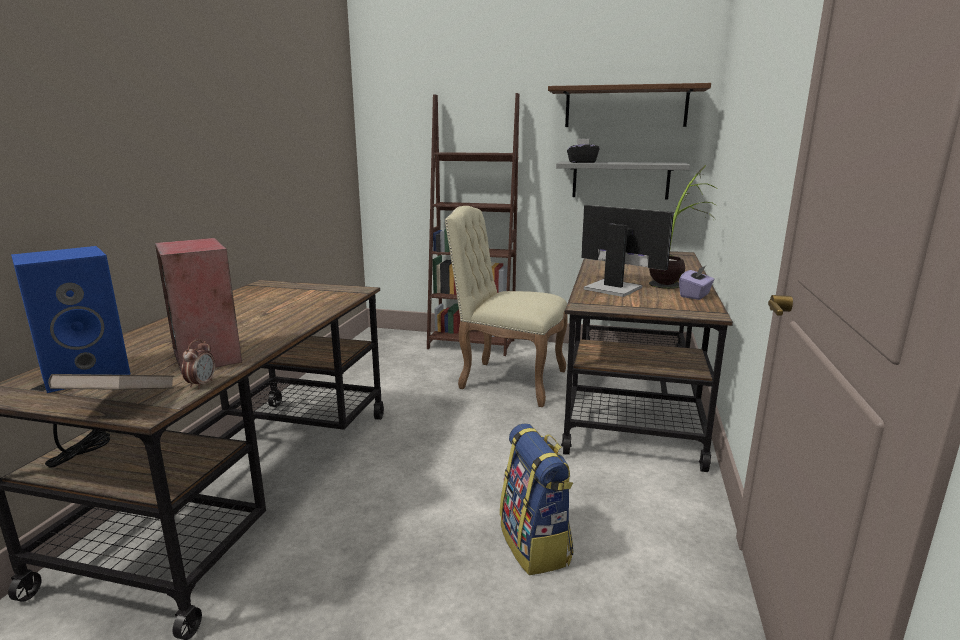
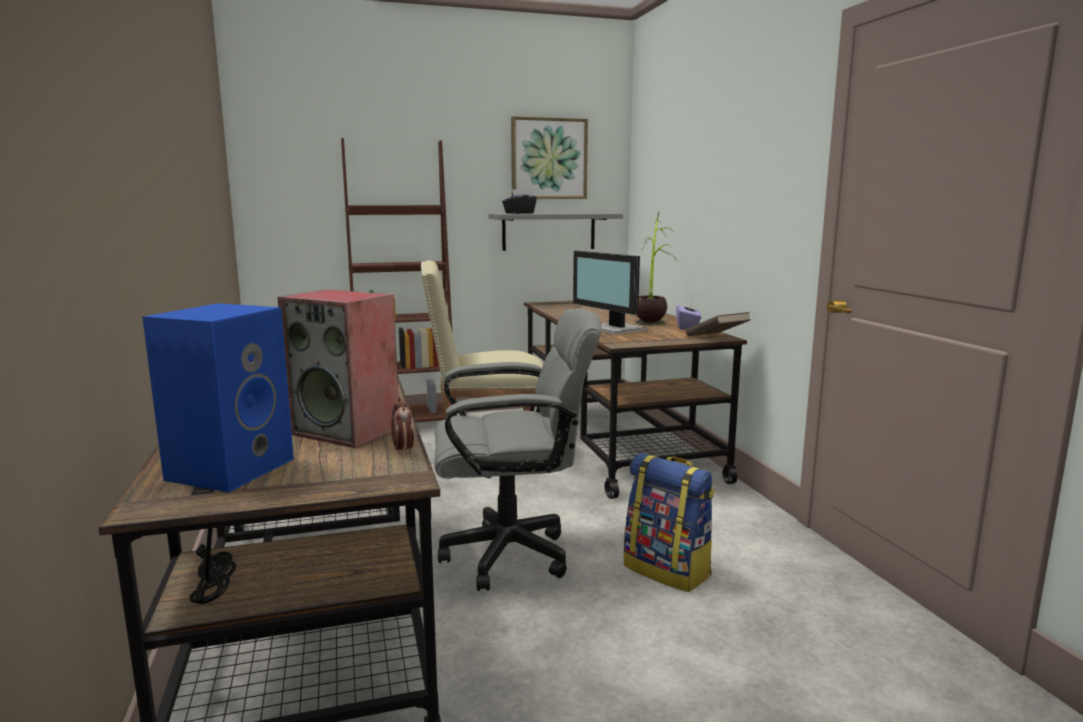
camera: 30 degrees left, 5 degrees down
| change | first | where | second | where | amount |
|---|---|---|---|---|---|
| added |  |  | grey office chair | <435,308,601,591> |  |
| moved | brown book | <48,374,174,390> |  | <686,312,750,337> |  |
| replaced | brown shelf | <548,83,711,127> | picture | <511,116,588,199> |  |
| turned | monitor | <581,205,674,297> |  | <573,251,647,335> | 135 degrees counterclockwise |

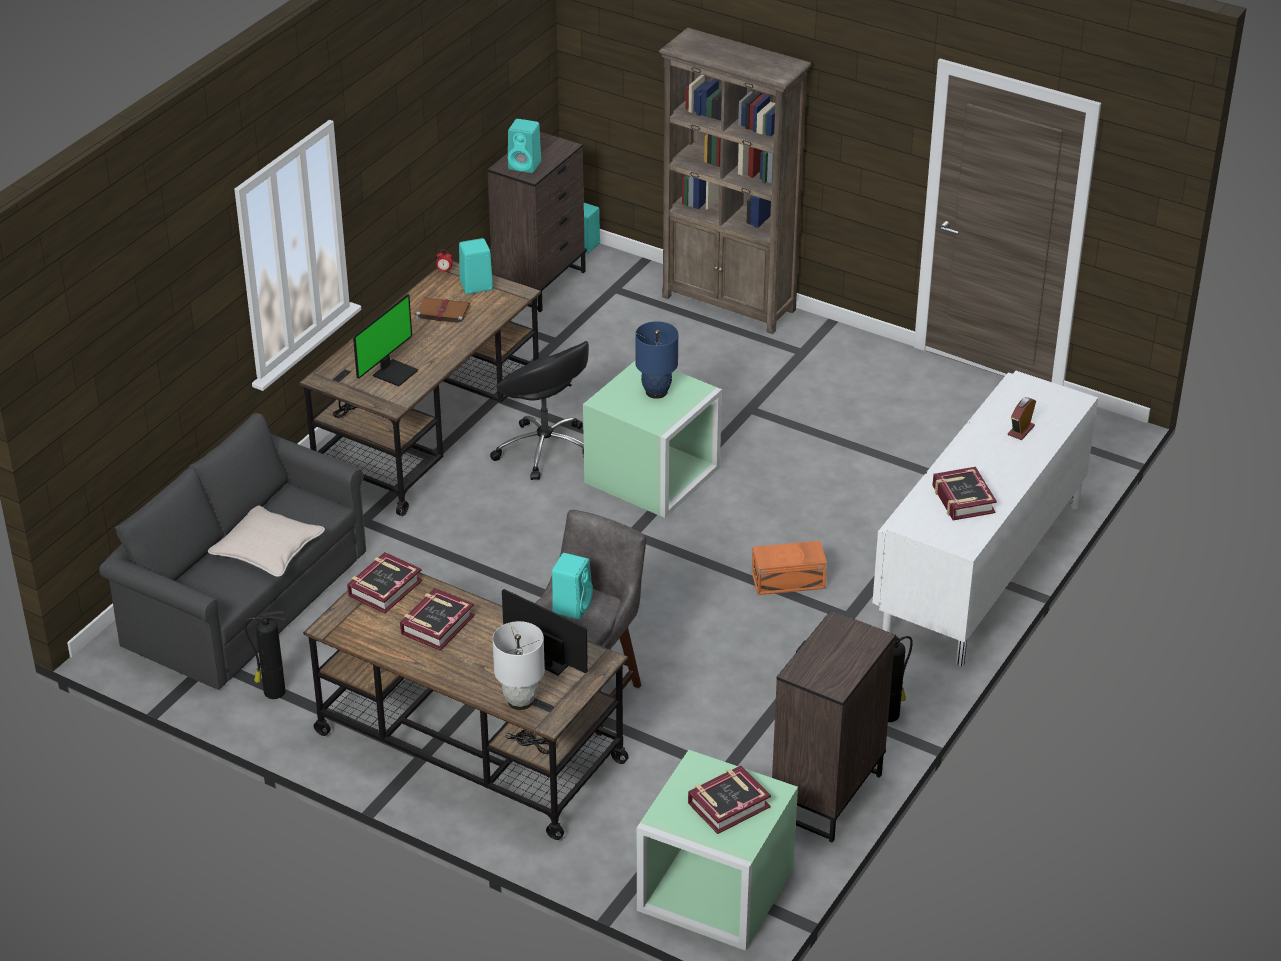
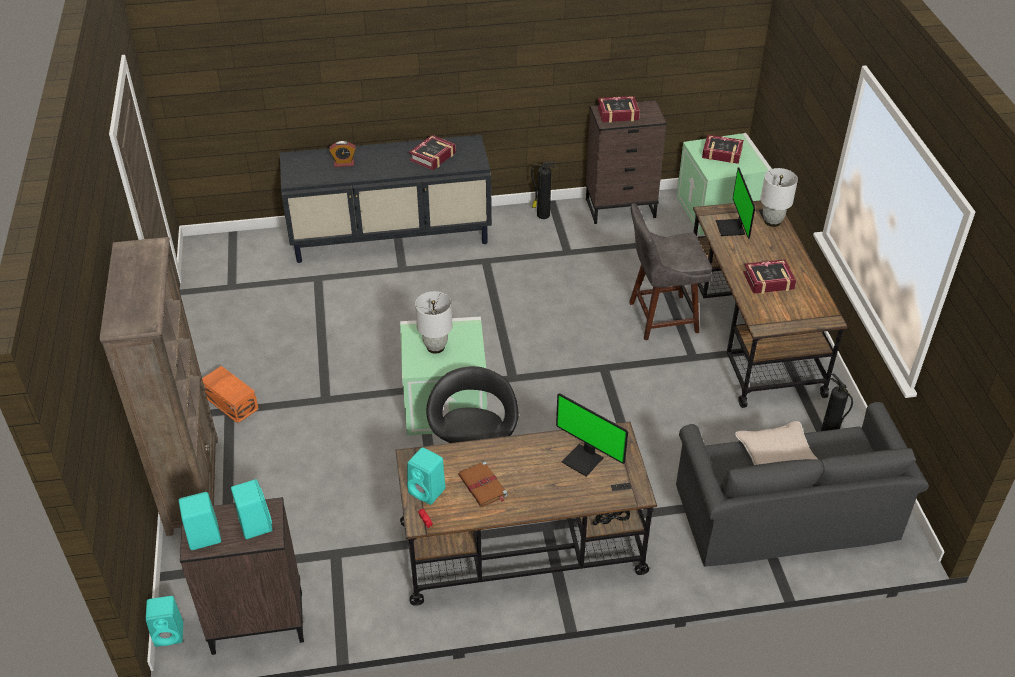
camera: 130 degrees left, 5 degrees up
| change | first | where | second | where | amount |
|---|---|---|---|---|---|
| moved | book | <347,552,422,613> |  | <597,96,640,123> |  |
| moved | turquoise speaker | <552,553,593,619> |  | <179,492,221,550> |  |
| moved | orange storage box | <752,541,827,595> |  | <202,366,259,424> |  |
| recoloured | blue table lamp | <635,321,678,399> | white table lamp | <415,291,452,354> |  |
| recoloured | white cabinet | <872,371,1098,666> | black cabinet | <280,135,492,263> |  |
| turned | monitor | <353,294,418,387> |  | <556,393,628,476> | 135 degrees counterclockwise |

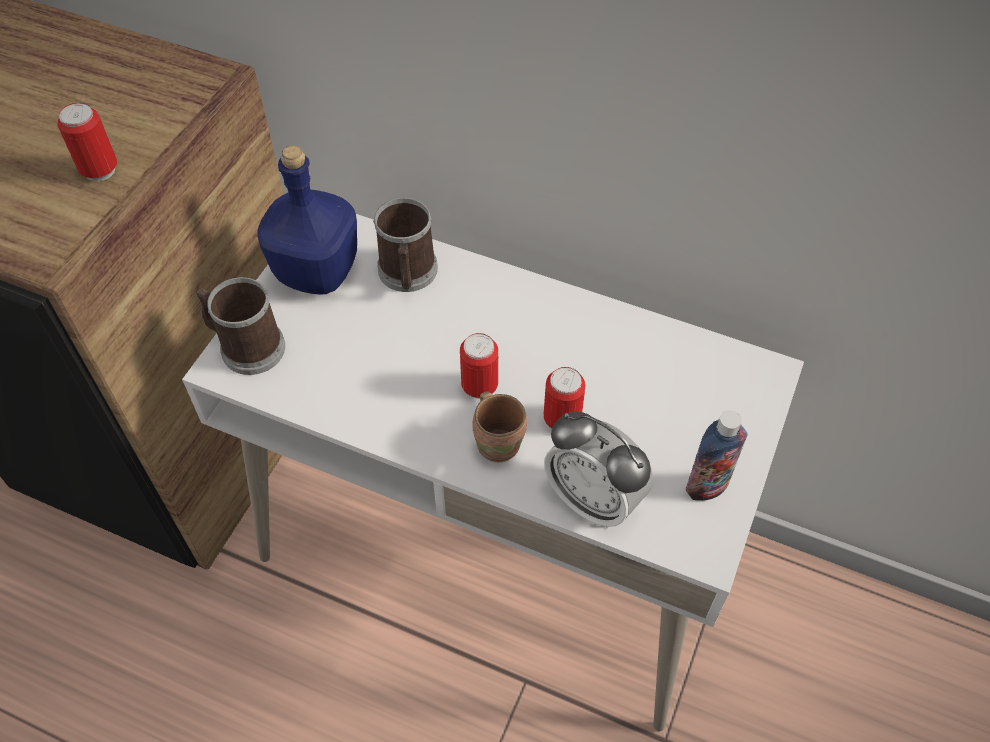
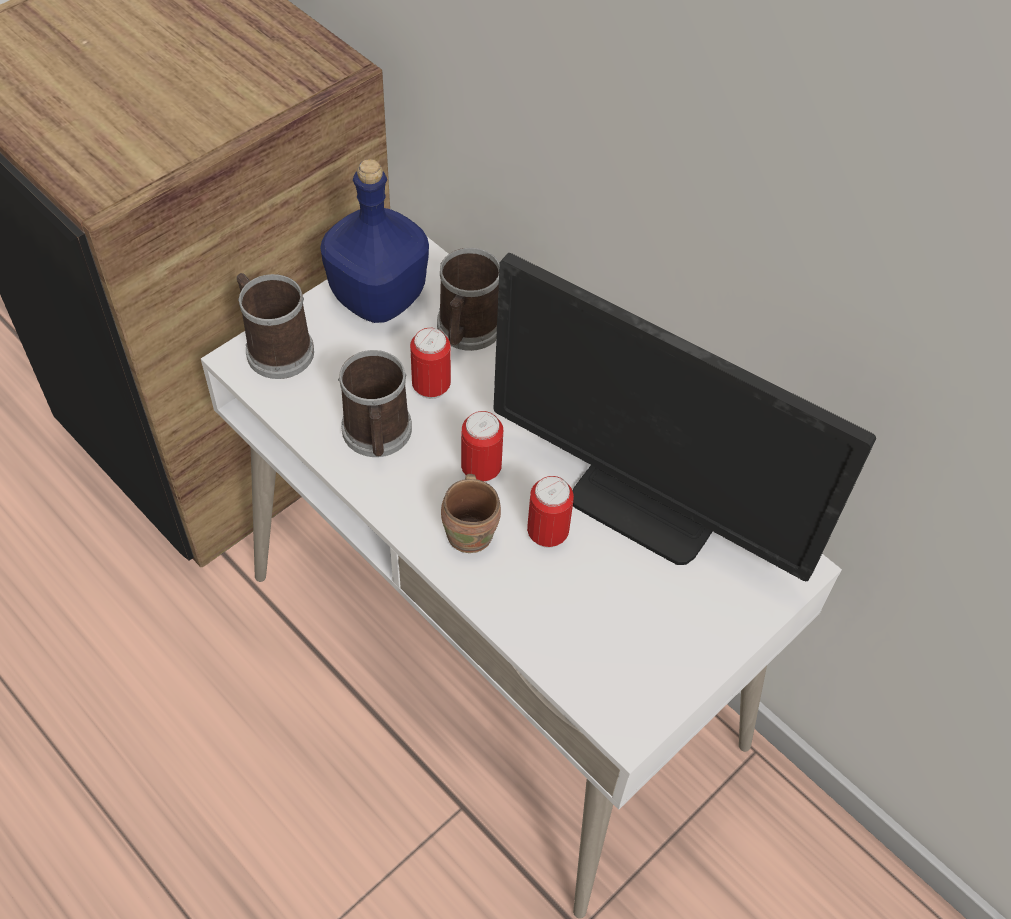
camera: 20 degrees right, 0 degrees up
| change | first | where | second | where | amount |
|---|---|---|---|---|---|
| removed | alarm clock | <544,412,653,528> |  |  |  |
| removed | bottle | <686,410,748,501> |  |  |  |
| added |  |  | mug | <338,350,412,457> |  |
| added |  |  | monitor | <493,253,876,582> |  |
| moved | can | <57,102,117,181> |  | <410,328,451,399> |  |

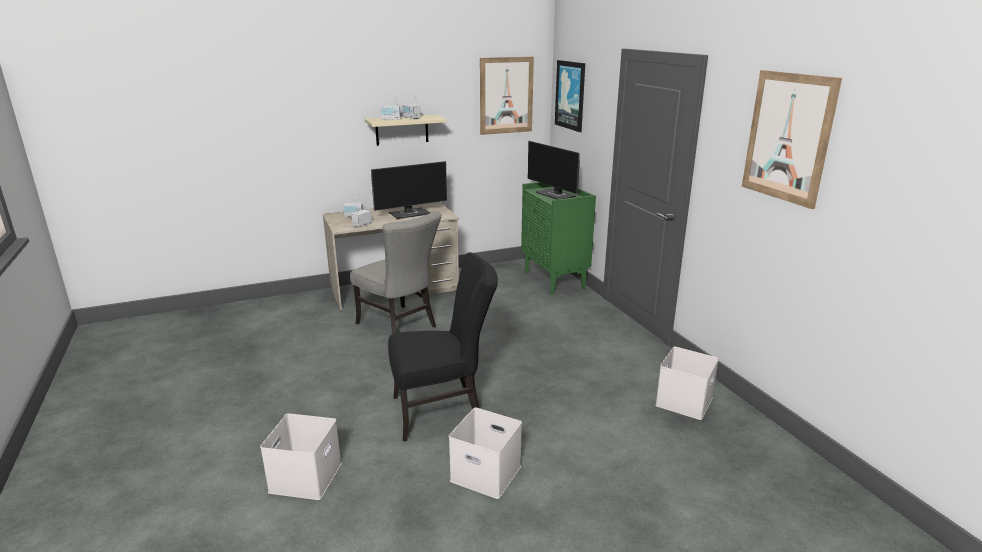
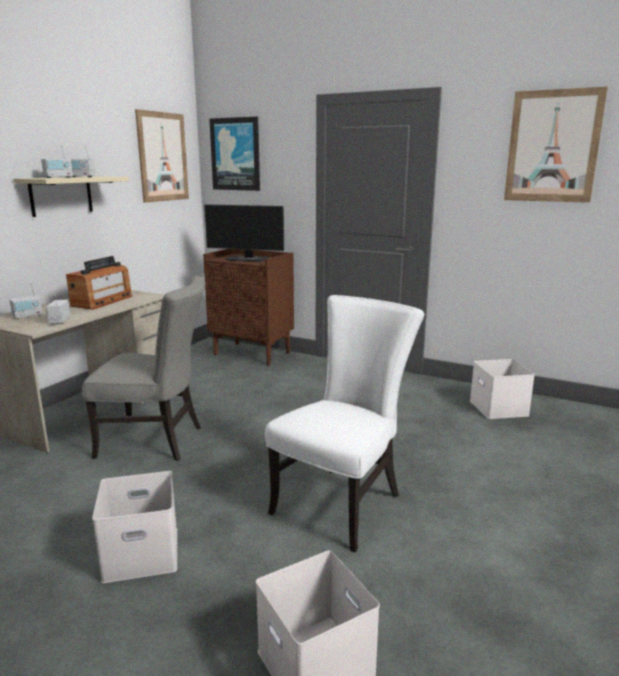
camera: 40 degrees left, 5 degrees down
| change | first | where | second | where | amount |
|---|---|---|---|---|---|
| moved | white storage box | <449,407,522,499> |  | <92,471,177,583> |  |
| replaced | monitor | <371,161,447,219> | radio | <66,256,132,310> |  |
| recoloured | black chair | <388,252,498,441> | white chair | <265,295,425,553> |  |
| recoloured | green cabinet | <521,182,596,294> | brown cabinet | <203,249,294,365> |  |

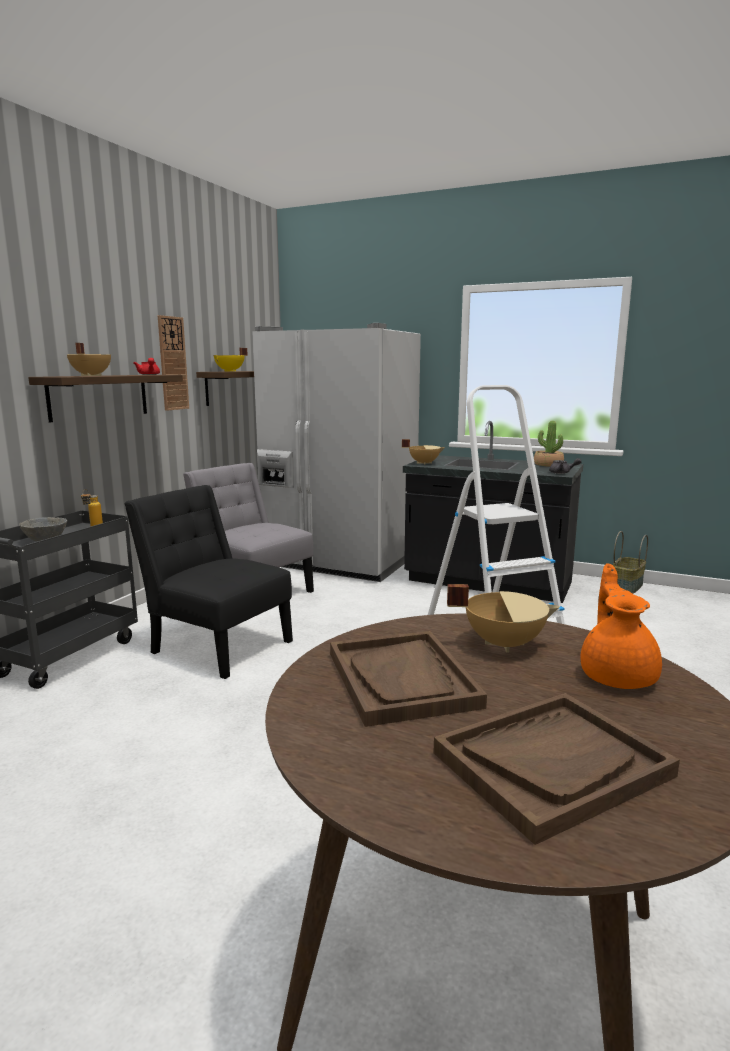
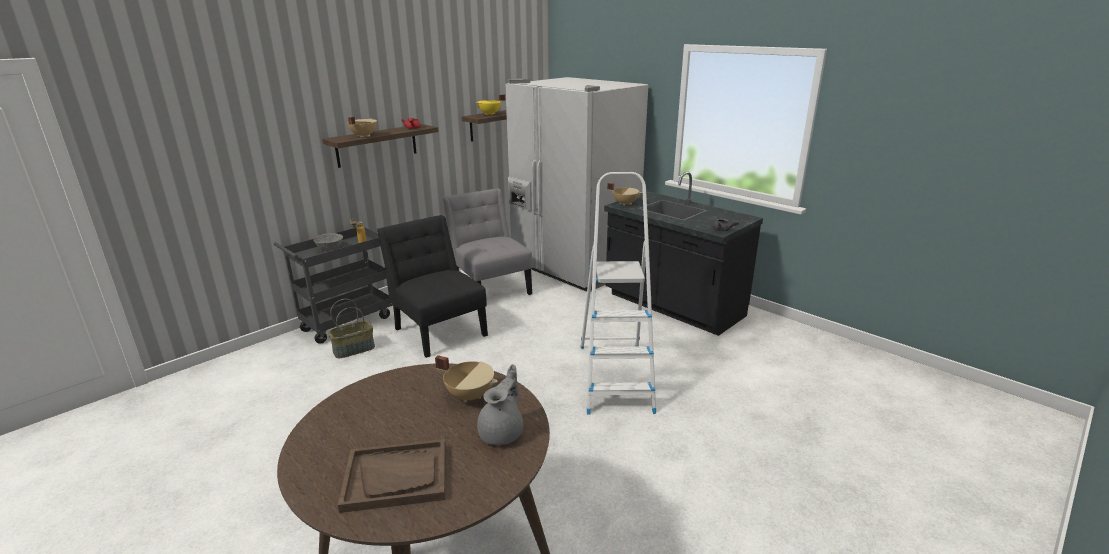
camera: 20 degrees right, 10 degrees up
| change | first | where | second | where | amount |
|---|---|---|---|---|---|
| removed | wall clock | <158,315,189,411> |  |  |  |
| removed | brown tray | <330,631,487,727> |  |  |  |
| removed | potted plant | <534,421,564,466> |  |  |  |
| moved | basket | <613,531,648,594> |  | <328,299,375,358> |  |
| recoloured | orange teapot | <580,563,662,689> | grey teapot | <477,364,524,445> |  |

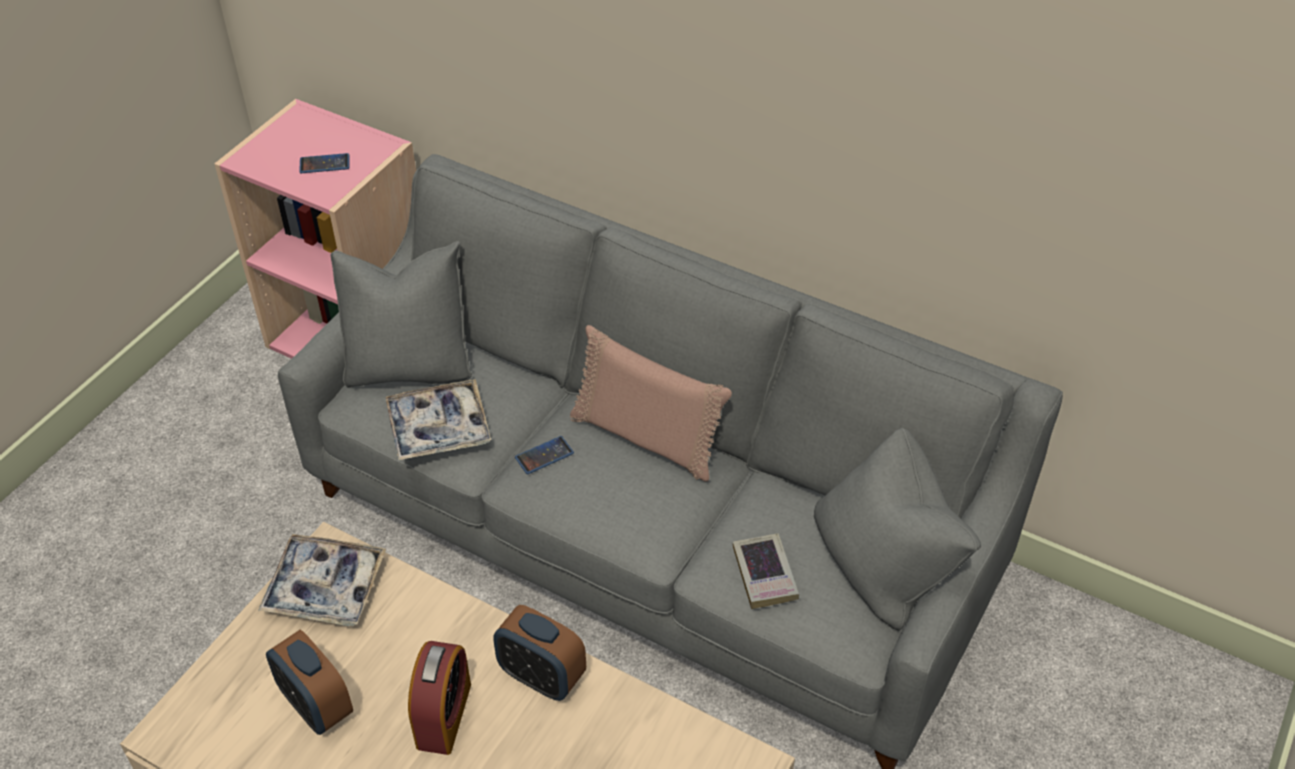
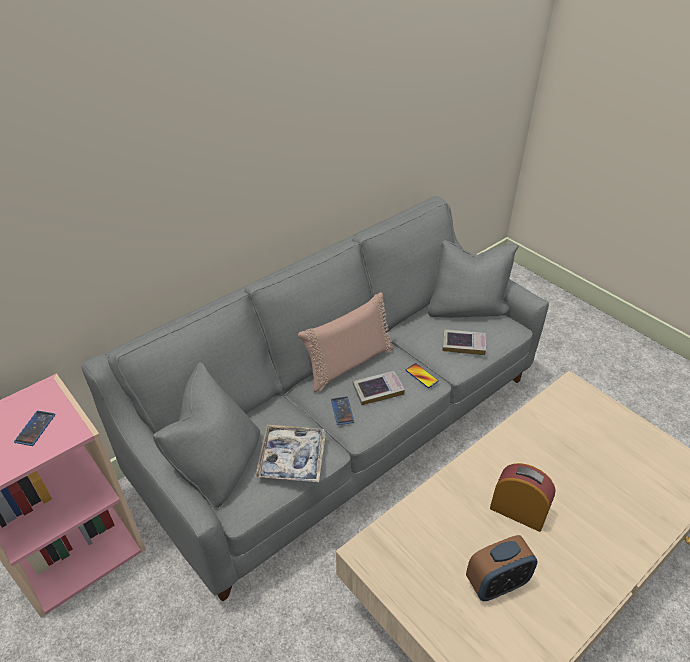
camera: 70 degrees left, 5 degrees down
| change | first | where | second | where | amount |
|---|---|---|---|---|---|
| removed | tray | <258,534,386,626> |  |  |  |
| removed | alarm clock | <493,605,586,701> |  |  |  |
| added |  |  | book | <353,371,405,405> |  |
| added |  |  | phone | <406,363,439,388> |  |

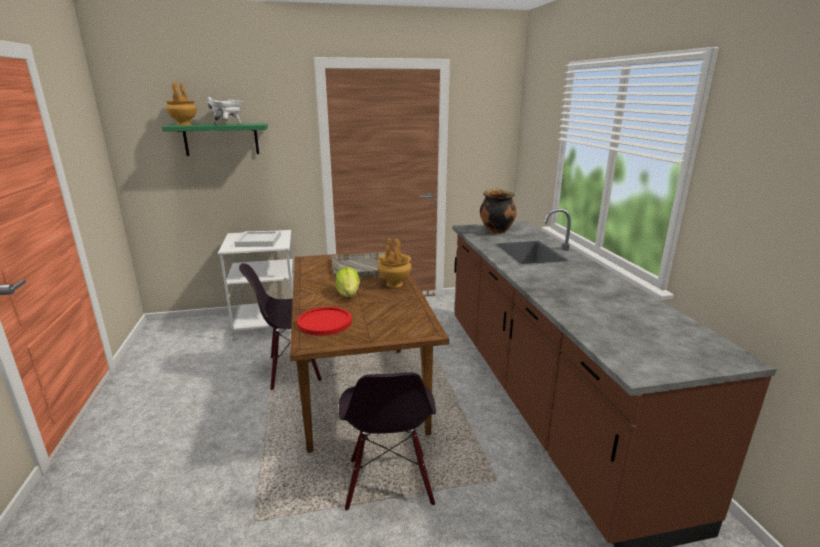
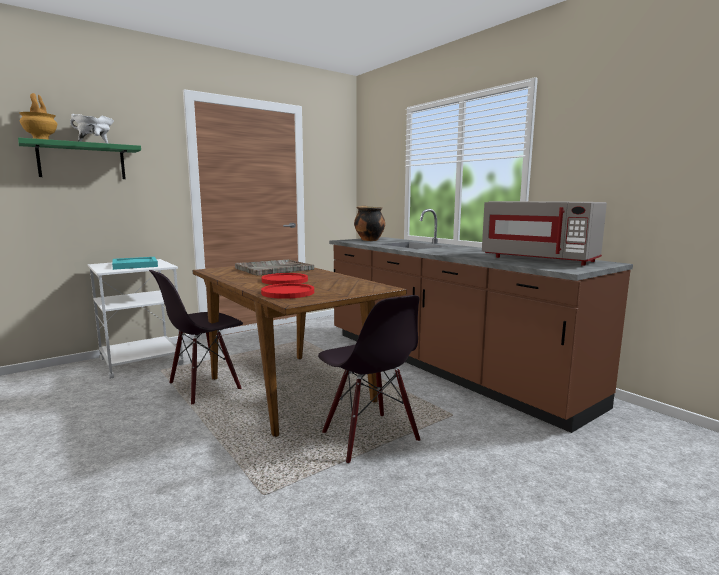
camera: 25 degrees left, 10 degrees down
| change | first | where | second | where | amount |
|---|---|---|---|---|---|
| removed | brown vase | <377,238,412,288> |  |  |  |
| added |  |  | grey microwave | <482,201,607,266> |  |
| replaced | lettuce | <335,267,360,297> | red plate | <262,273,308,285> |  |
| recoloured | white tray | <234,231,281,247> | turquoise tray | <112,257,158,270> |  |

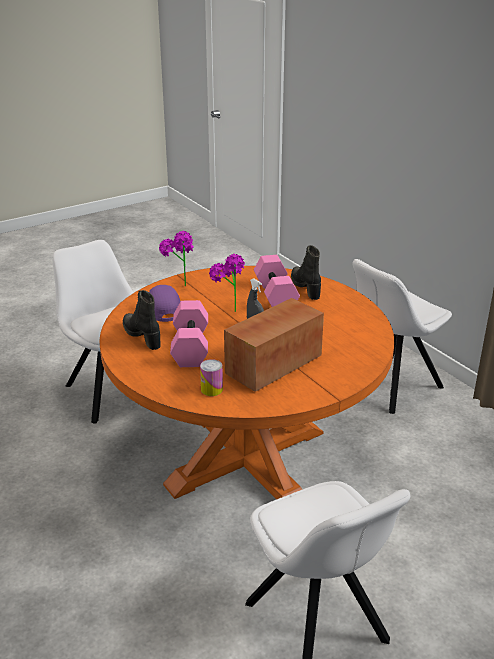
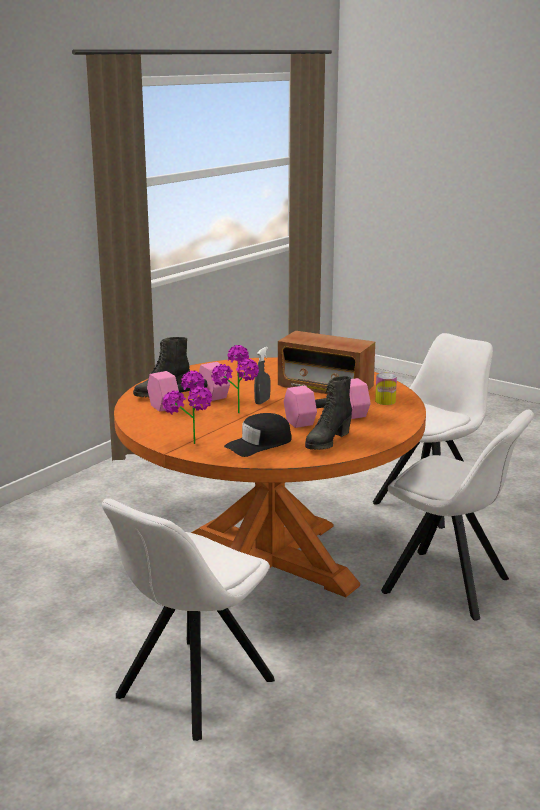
camera: 110 degrees left, 10 degrees down
| change | first | where | second | where | amount |
|---|---|---|---|---|---|
| moved | white chair | <352,259,452,414> |  | <381,410,534,621> |  |
| recoloured | purple cap | <149,285,180,322> | black cap | <224,413,292,457> |  |

